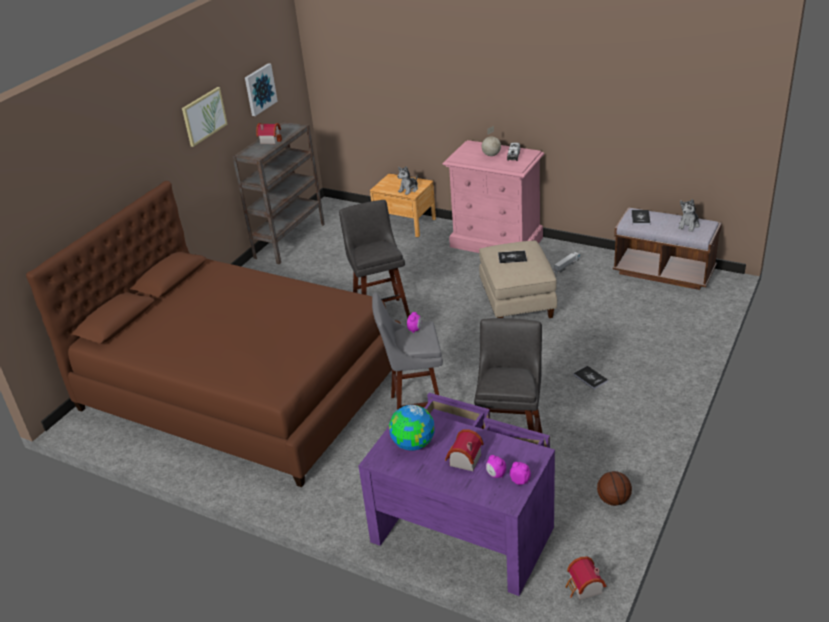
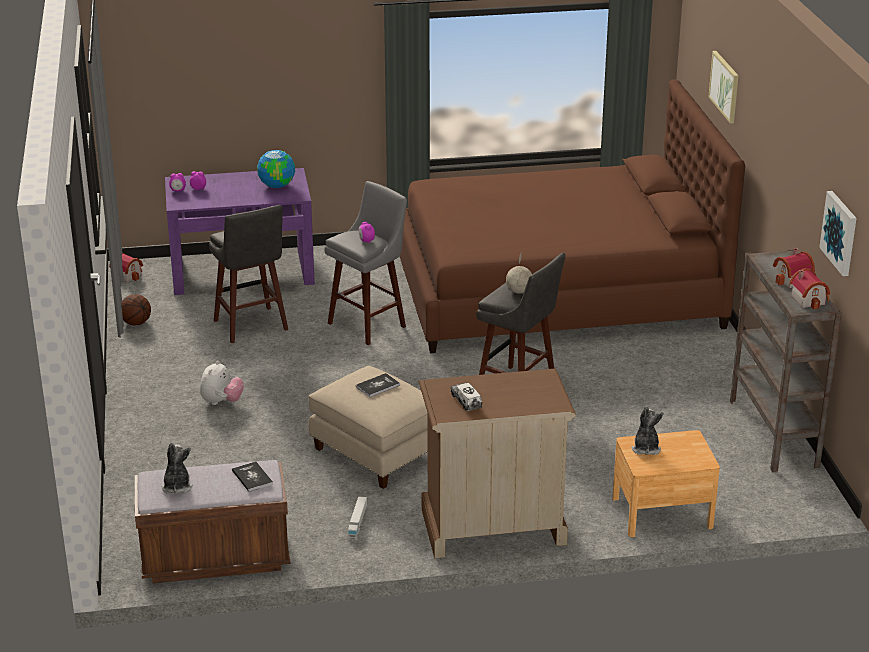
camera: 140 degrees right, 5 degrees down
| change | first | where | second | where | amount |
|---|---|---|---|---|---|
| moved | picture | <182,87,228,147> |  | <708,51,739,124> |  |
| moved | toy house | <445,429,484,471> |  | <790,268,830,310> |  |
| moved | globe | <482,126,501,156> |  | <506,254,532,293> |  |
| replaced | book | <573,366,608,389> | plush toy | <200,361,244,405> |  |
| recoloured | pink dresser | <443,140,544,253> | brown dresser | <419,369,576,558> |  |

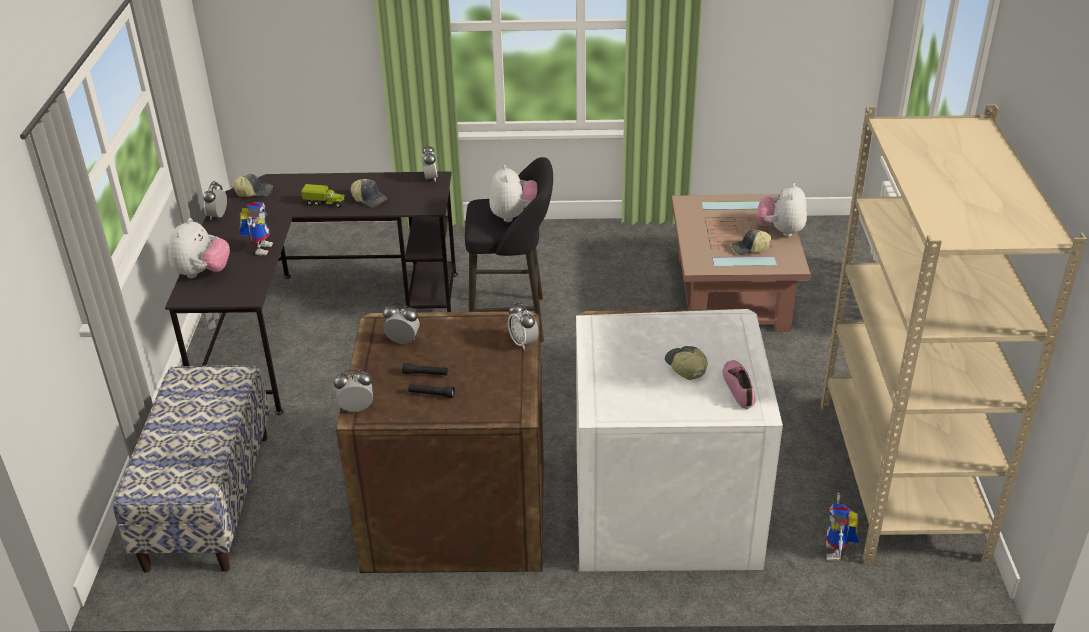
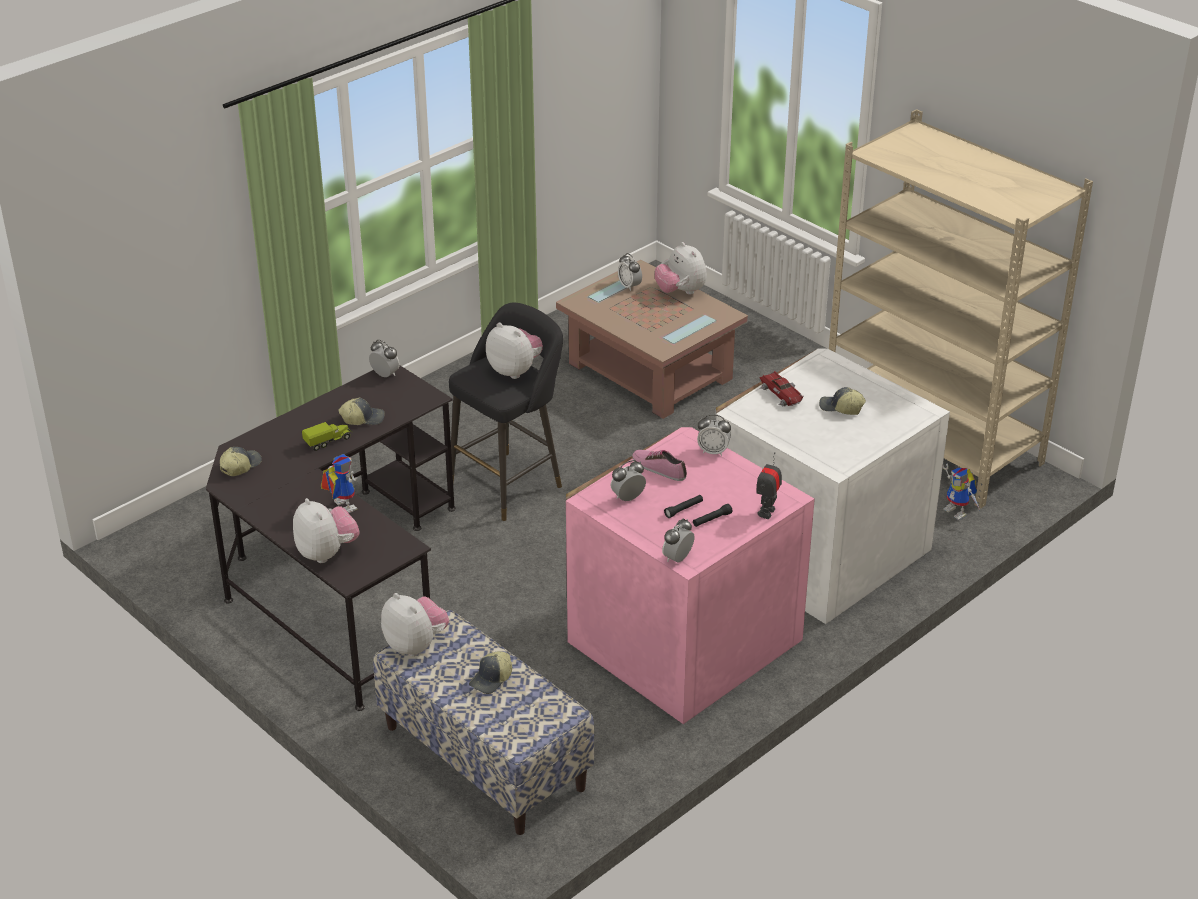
camera: 45 degrees left, 0 degrees up
| change | first | where | second | where | amount |
|---|---|---|---|---|---|
| added |  |  | plush toy | <381,593,449,656> |  |
| added |  |  | toy robot | <756,452,782,519> |  |
| added |  |  | toy car | <759,371,804,407> |  |
| moved | alarm clock | <203,181,227,220> |  | <618,253,642,291> |  |
| moved | shoe | <722,360,755,409> |  | <632,450,687,481> |  |
| moved | cap | <731,230,772,255> |  | <469,651,512,694> |  |
| recoloured | brown dresser | <336,311,544,573> | pink dresser | <566,427,815,724> |  |

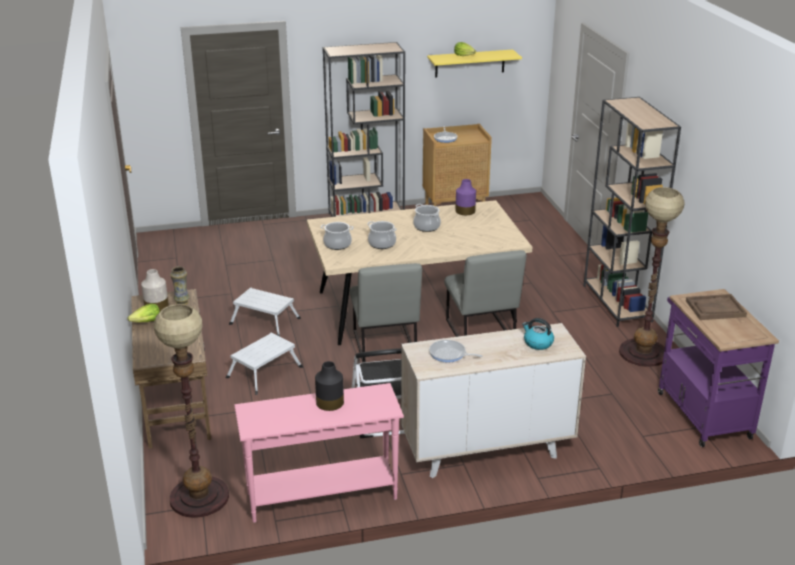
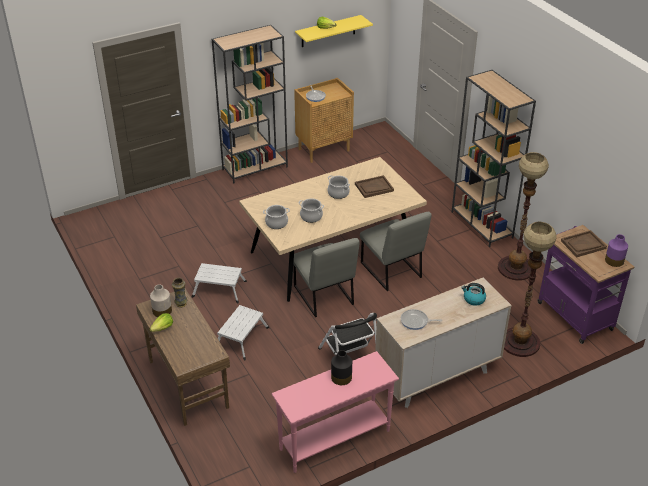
camera: 15 degrees left, 10 degrees up
| change | first | where | second | where | amount |
|---|---|---|---|---|---|
| added |  |  | brown tray | <355,175,394,198> |  |
| moved | floor lamp | <153,304,229,518> |  | <504,222,557,357> |  |
| moved | purple vase | <455,179,476,215> |  | <605,234,628,267> |  |

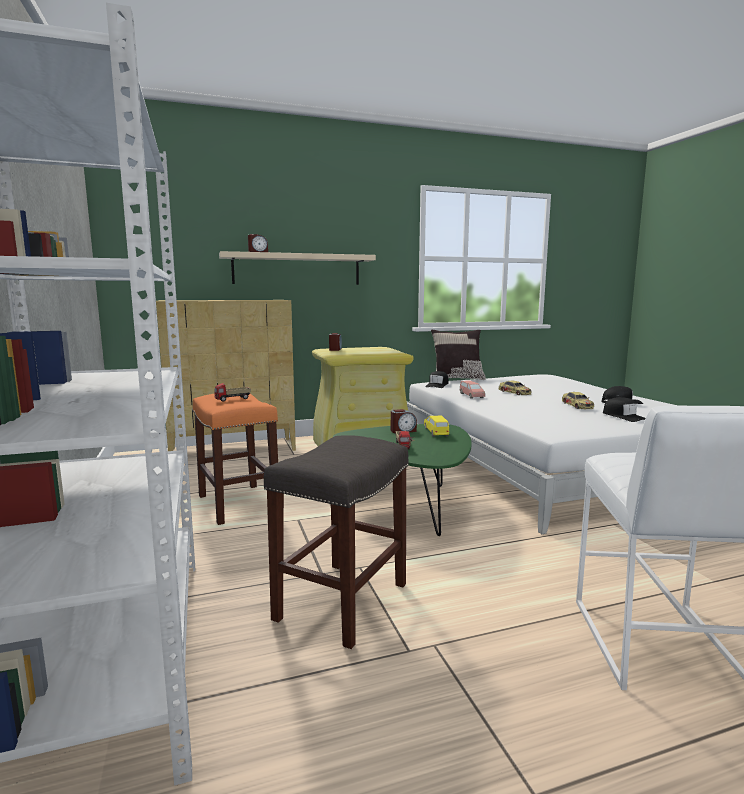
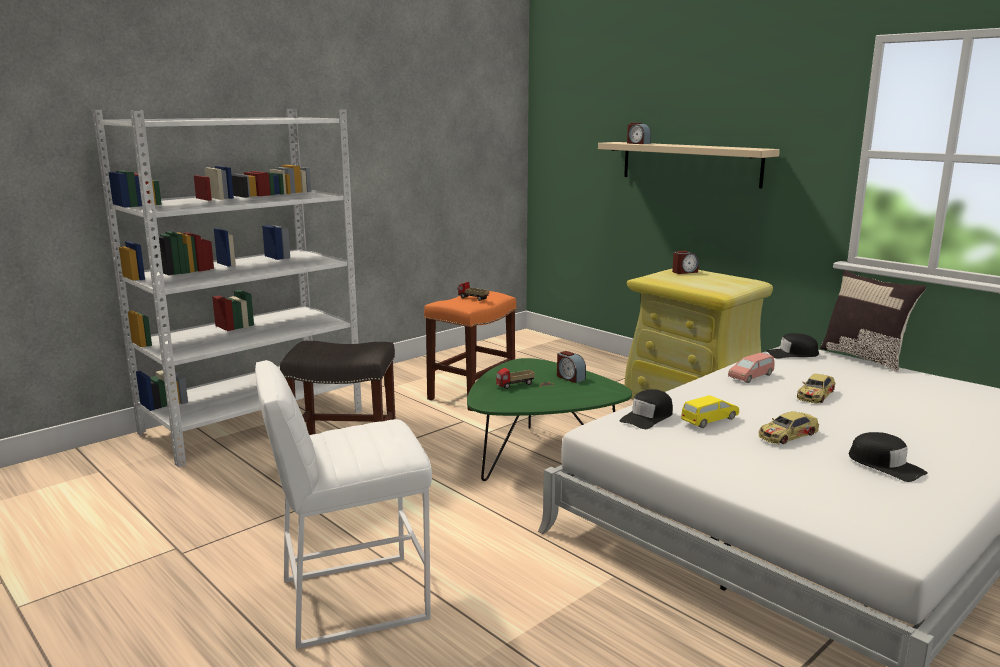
camera: 65 degrees right, 5 degrees up
| change | first | where | second | where | amount |
|---|---|---|---|---|---|
| removed | beige dresser | <156,300,296,451> |  |  |  |
| moved | yellow toy car | <424,416,449,437> |  | <681,395,739,428> |  |
| moved | black cap | <603,397,645,422> |  | <620,389,673,429> |  |

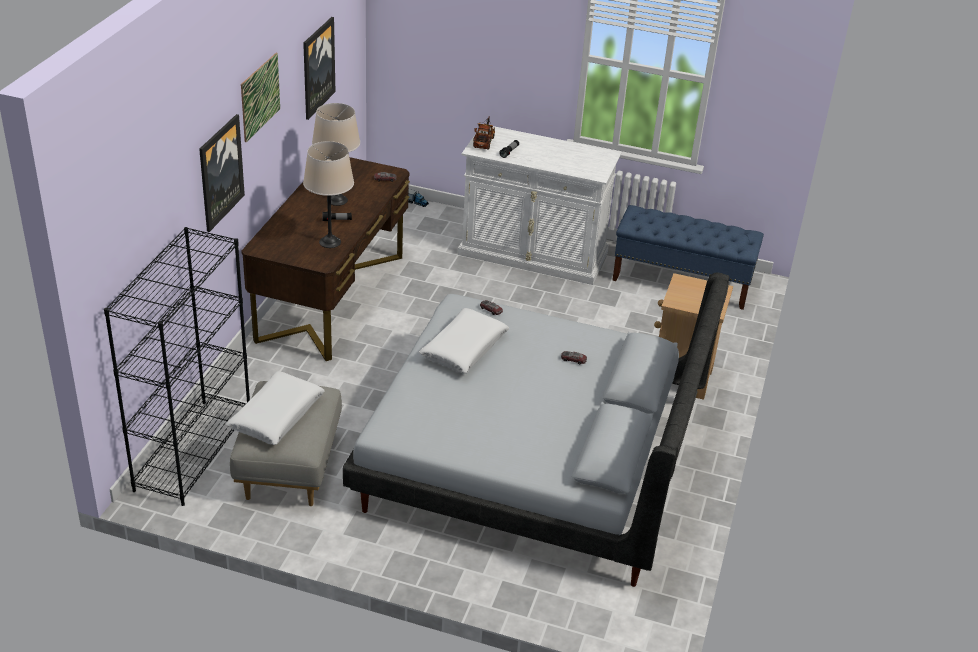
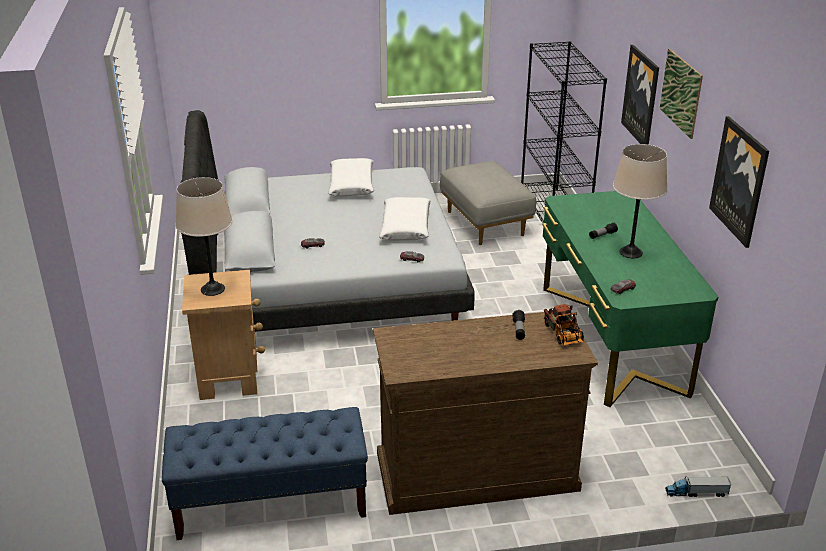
camera: 155 degrees right, 5 degrees down
| change | first | where | second | where | amount |
|---|---|---|---|---|---|
| moved | white pillow | <226,371,325,445> |  | <328,158,374,196> |  |
| moved | beige table lamp | <303,141,354,248> |  | <176,177,233,296> |  |
| recoloured | brown desk | <241,157,410,361> | green desk | <542,191,719,407> |  |
| recoloured | white dresser | <458,126,622,285> | brown dresser | <373,312,598,515> |  |

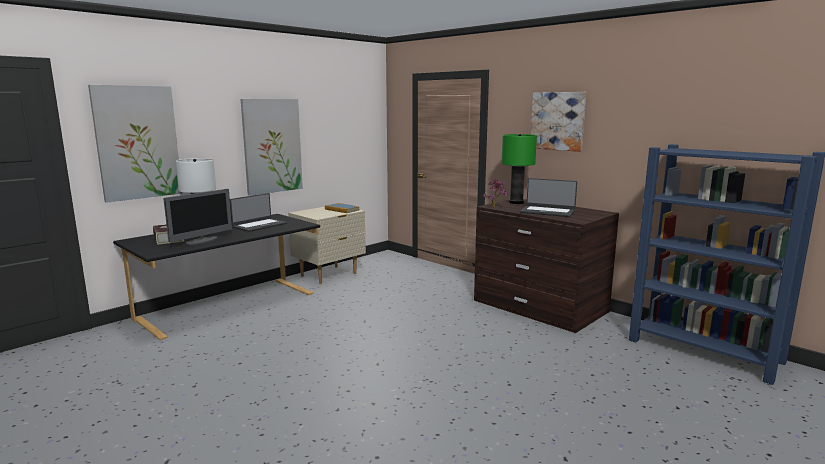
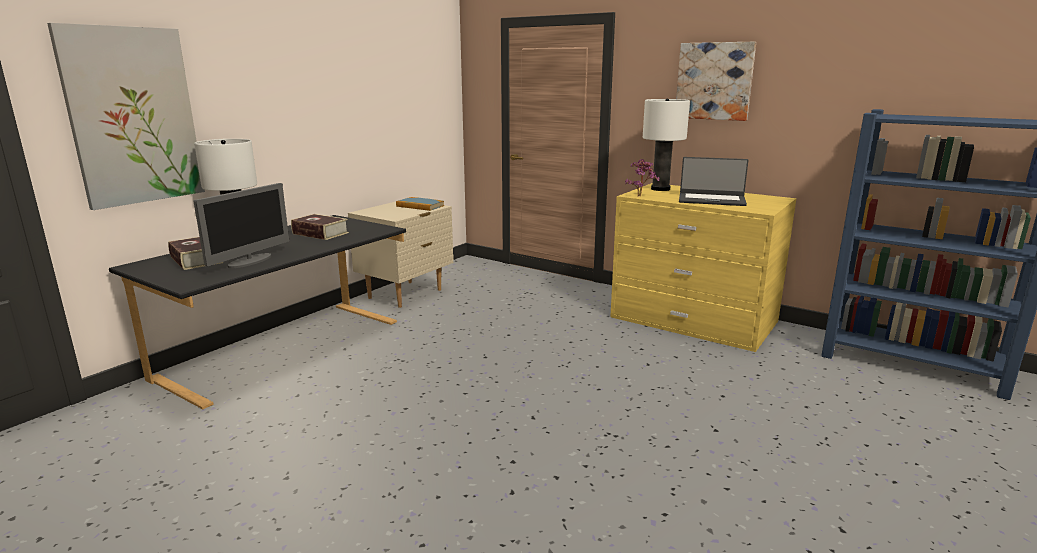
camera: 10 degrees left, 5 degrees up
| change | first | where | second | where | amount |
|---|---|---|---|---|---|
| removed | picture | <241,99,303,196> |  |  |  |
| replaced | laptop | <230,193,287,232> | book | <291,214,349,240> |  |
| recoloured | brown dresser | <474,199,619,333> | yellow dresser | <610,183,796,352> |  |
| recoloured | green table lamp | <502,134,537,204> | white table lamp | <643,99,690,191> |  |

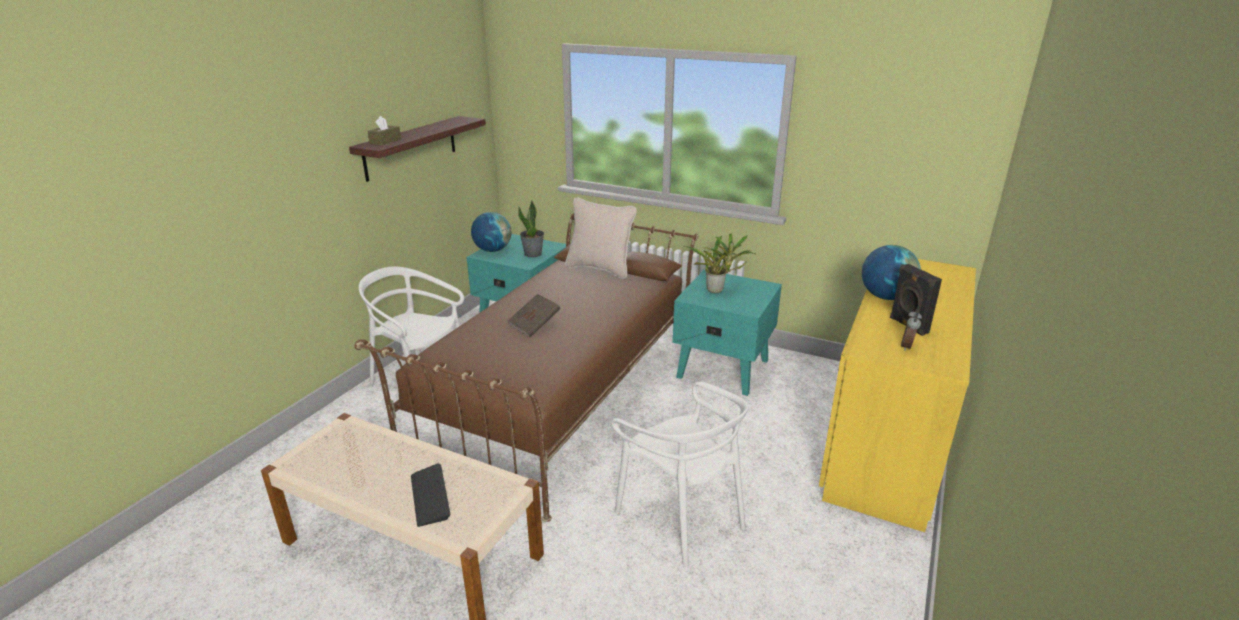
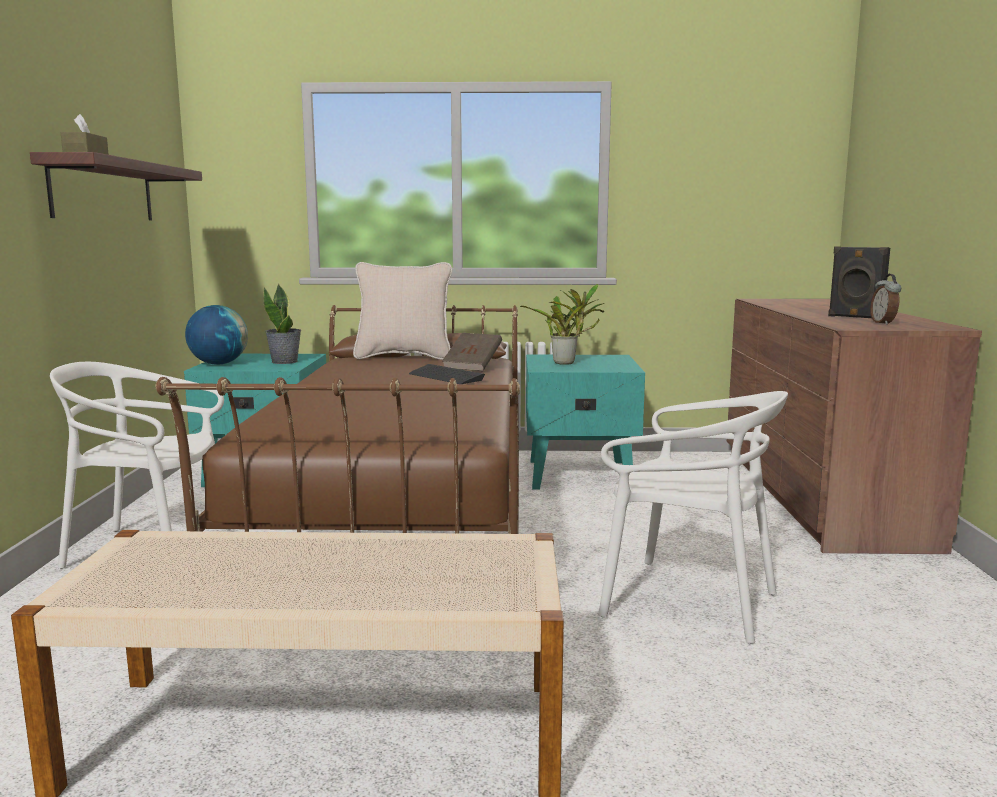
camera: 25 degrees left, 15 degrees down
| change | first | where | second | where | amount |
|---|---|---|---|---|---|
| removed | globe | <862,245,921,300> |  |  |  |
| moved | keyboard | <411,463,451,527> |  | <409,364,485,384> |  |
| moved | brown book | <507,294,560,337> |  | <442,333,502,371> |  |
| recoloured | yellow dresser | <819,259,976,532> | brown dresser | <727,299,982,554> |  |

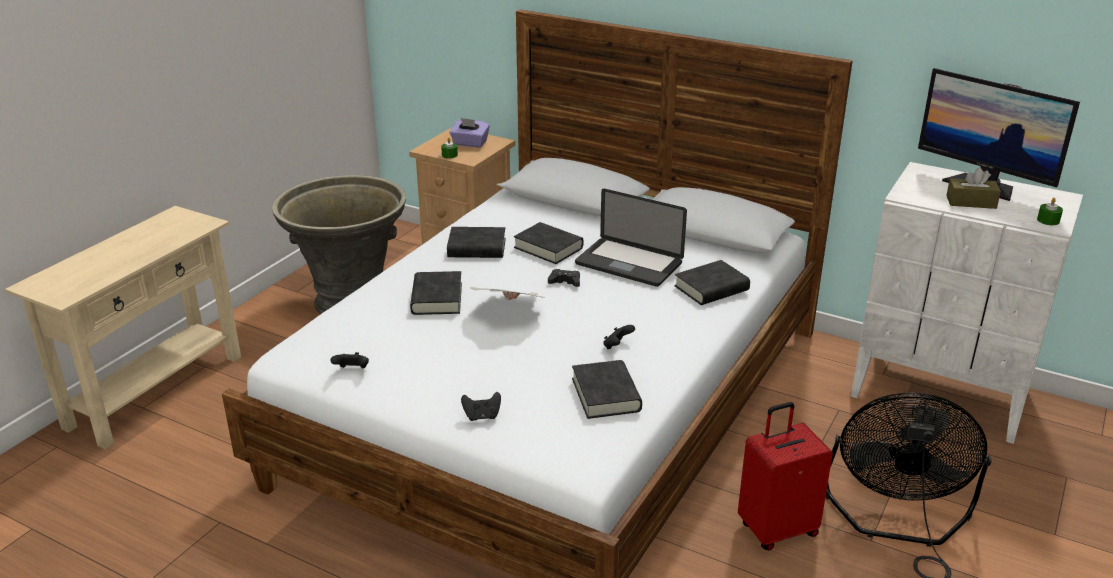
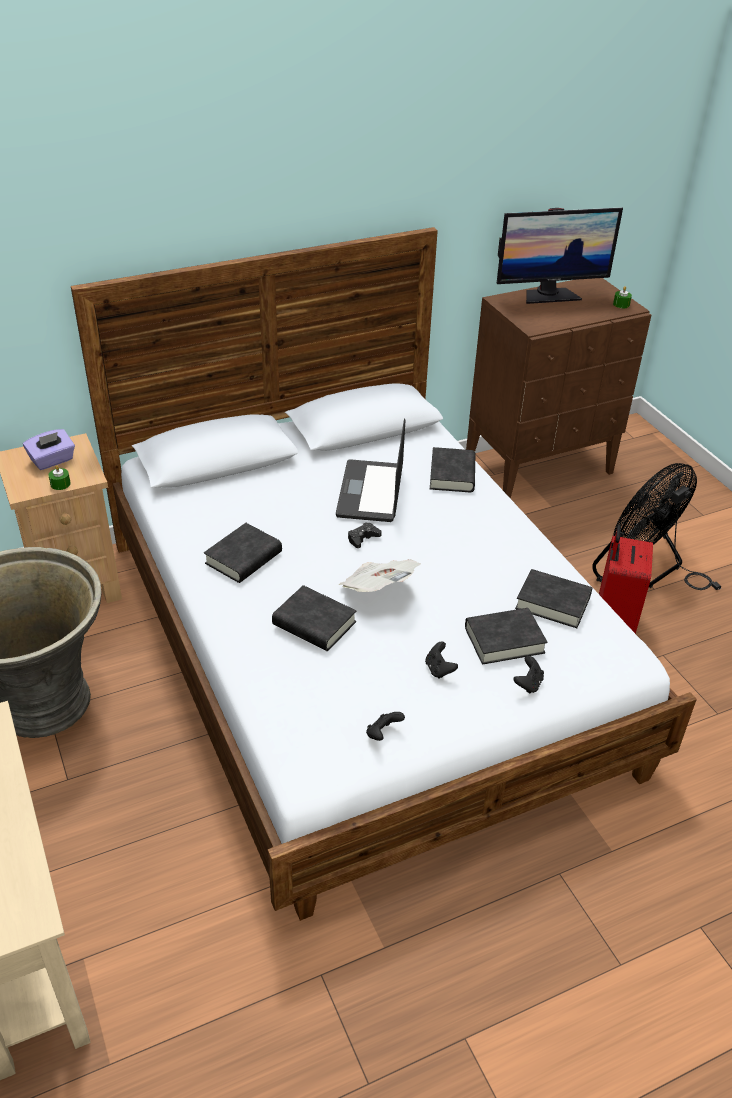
camera: 55 degrees left, 10 degrees up
| change | first | where | second | where | amount |
|---|---|---|---|---|---|
| removed | brown tissue box | <946,167,1001,209> |  |  |  |
| moved | black book | <514,222,583,264> |  | <465,608,547,665> |  |
| moved | black game controller | <603,325,635,349> |  | <425,641,458,679> |  |
| recoloured | white dresser | <851,162,1083,444> | brown dresser | <466,278,651,499> |  |
| turned | laptop | <575,189,687,287> |  | <336,418,405,522> | 120 degrees clockwise |

